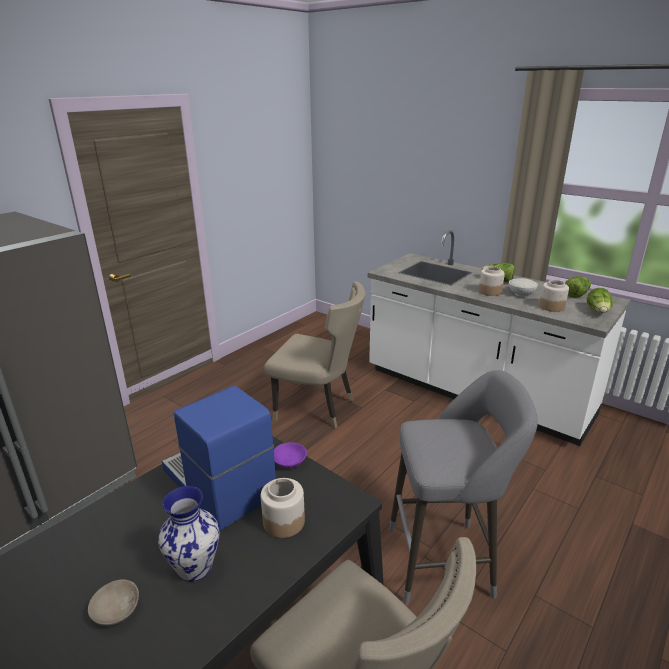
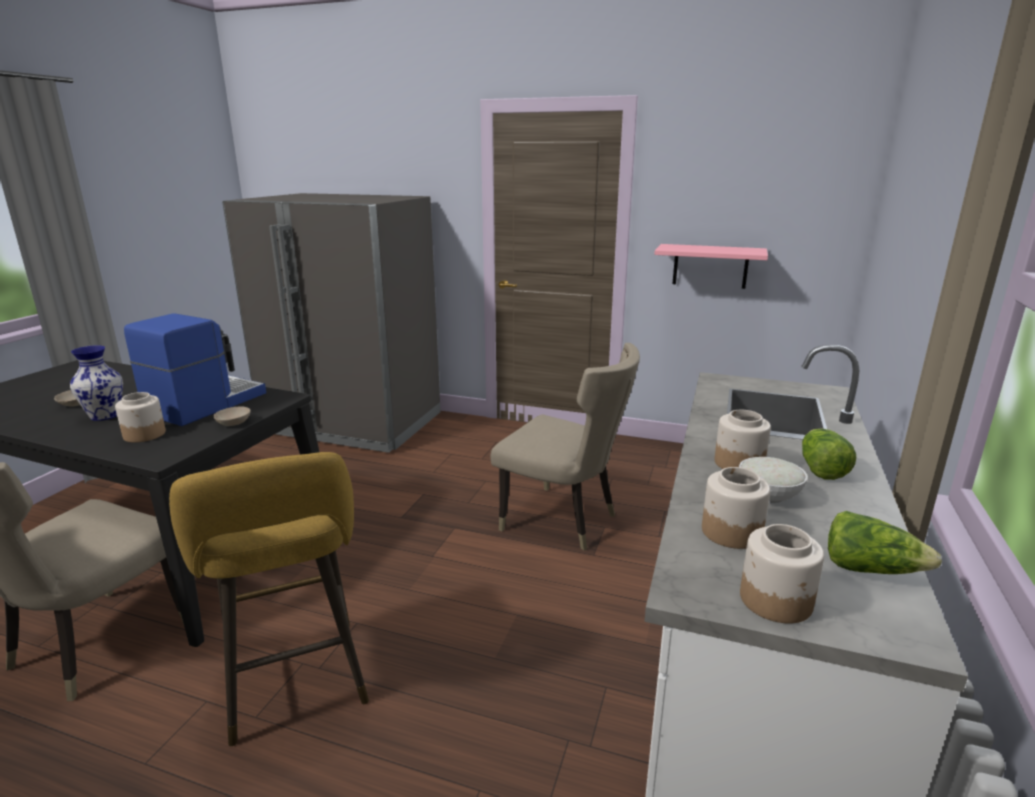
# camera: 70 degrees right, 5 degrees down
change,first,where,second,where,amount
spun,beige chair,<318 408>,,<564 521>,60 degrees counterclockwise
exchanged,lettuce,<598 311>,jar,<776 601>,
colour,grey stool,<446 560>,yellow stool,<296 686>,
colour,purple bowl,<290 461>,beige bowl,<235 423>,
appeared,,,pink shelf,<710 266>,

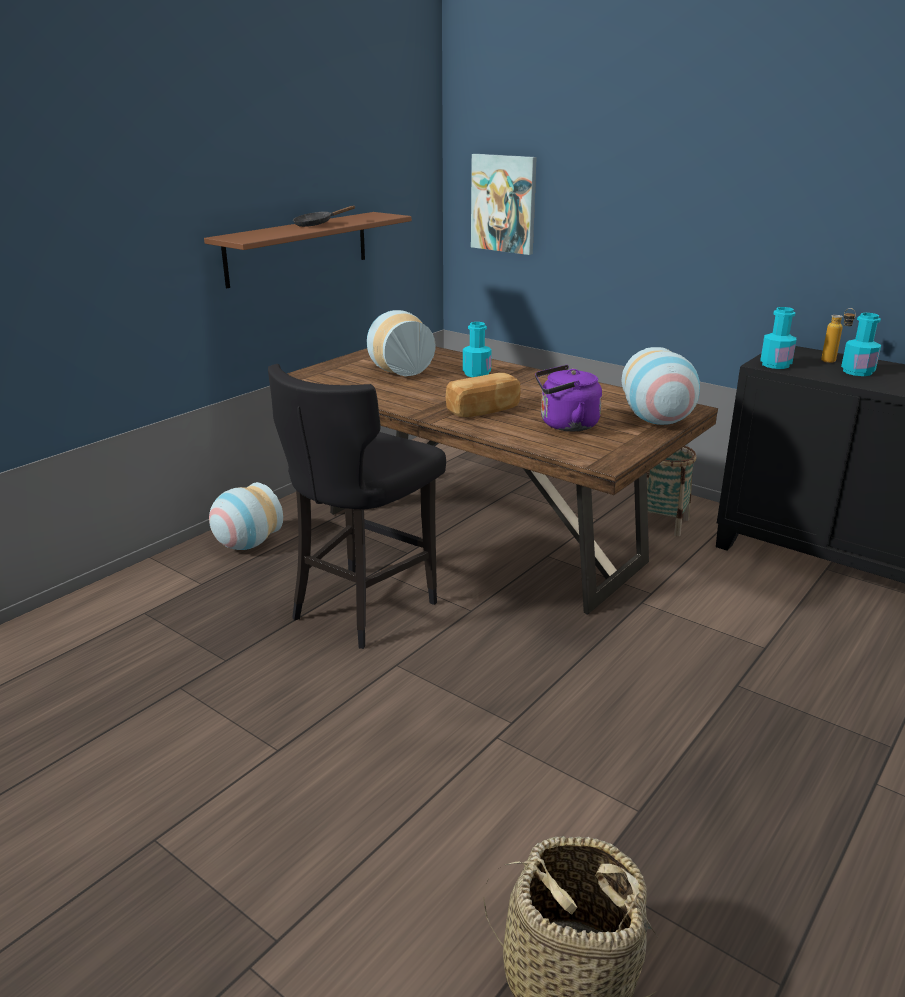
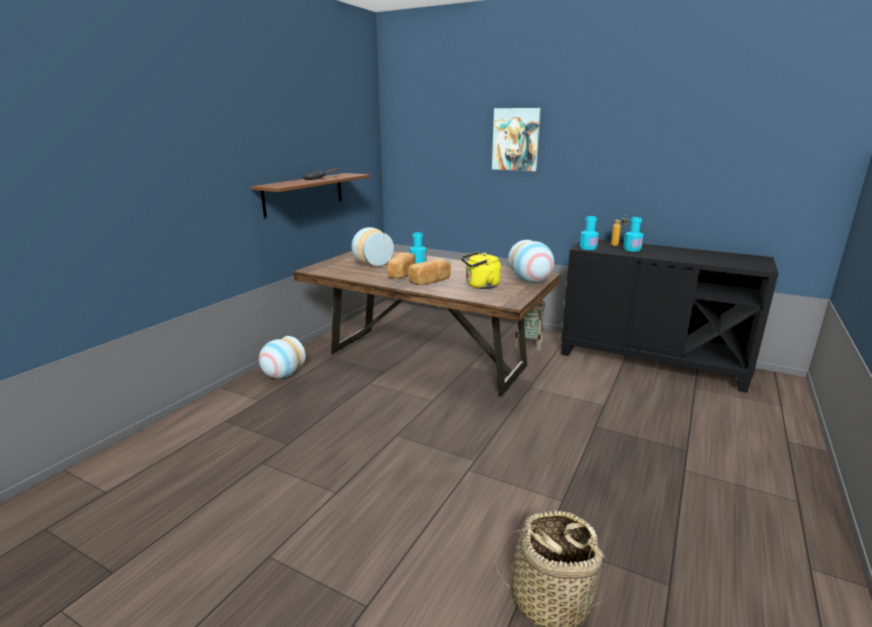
# camera: 10 degrees left, 5 degrees down
change,first,where,second,where,amount
relocated,picture,<504 203>,,<516 139>,
missing,black stool,<363 607>,,,
colour,purple kettle,<565 425>,yellow kettle,<480 286>,
appeared,,,bread,<403 274>,

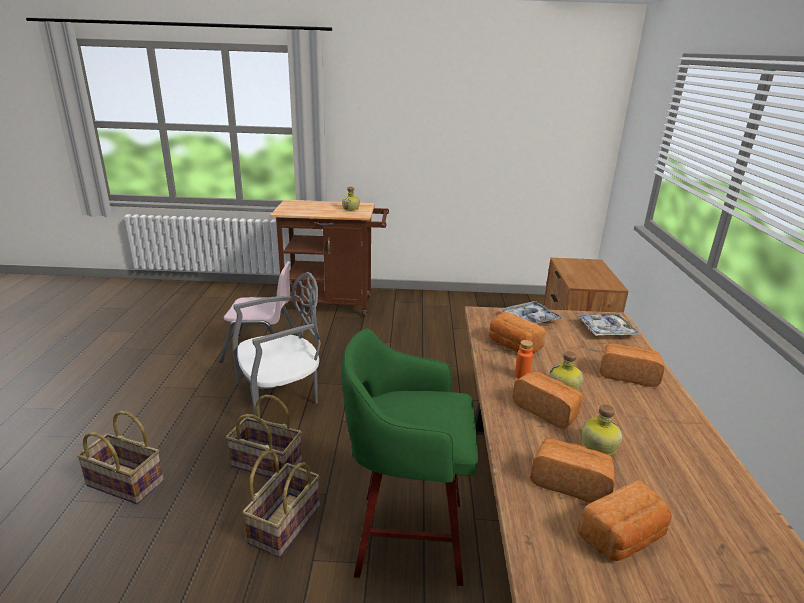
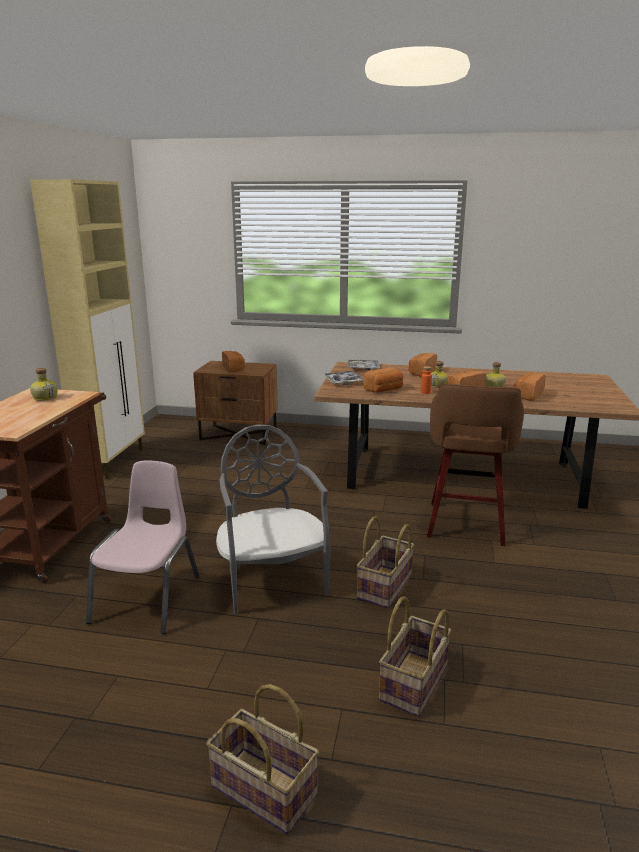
# camera: 80 degrees left, 5 degrees down
change,first,where,second,where,amount
colour,green stool,<405 536>,brown stool,<465 525>,
relocated,basket,<284 523>,,<262 791>,
relocated,bread,<623 538>,,<234 369>,
appeared,,,beige cabinet,<113 462>,

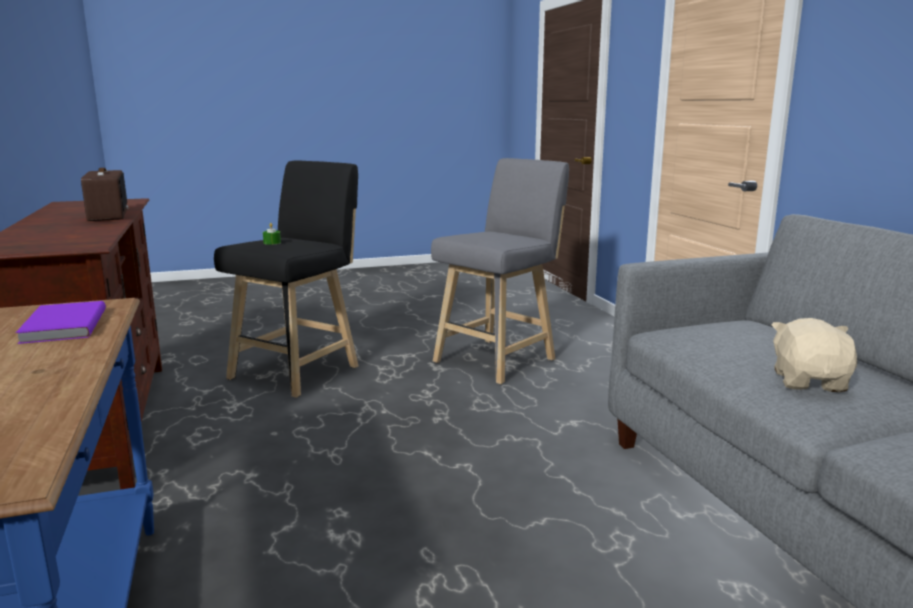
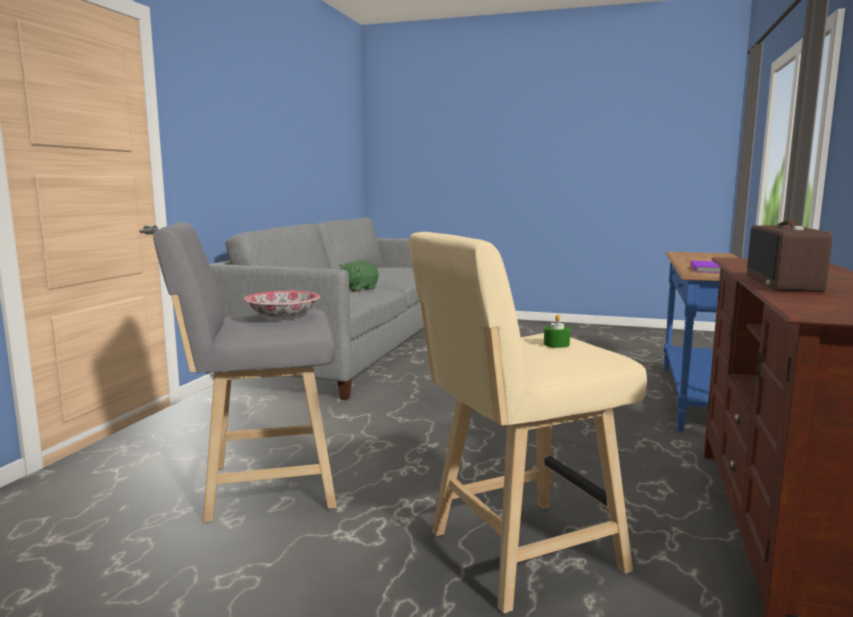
# camera: 145 degrees left, 5 degrees down
change,first,where,second,where,amount
colour,black stool,<299 371>,beige stool,<516 554>,
colour,beige plush toy,<810 382>,green plush toy,<357 289>,
appeared,,,bowl,<282 316>,

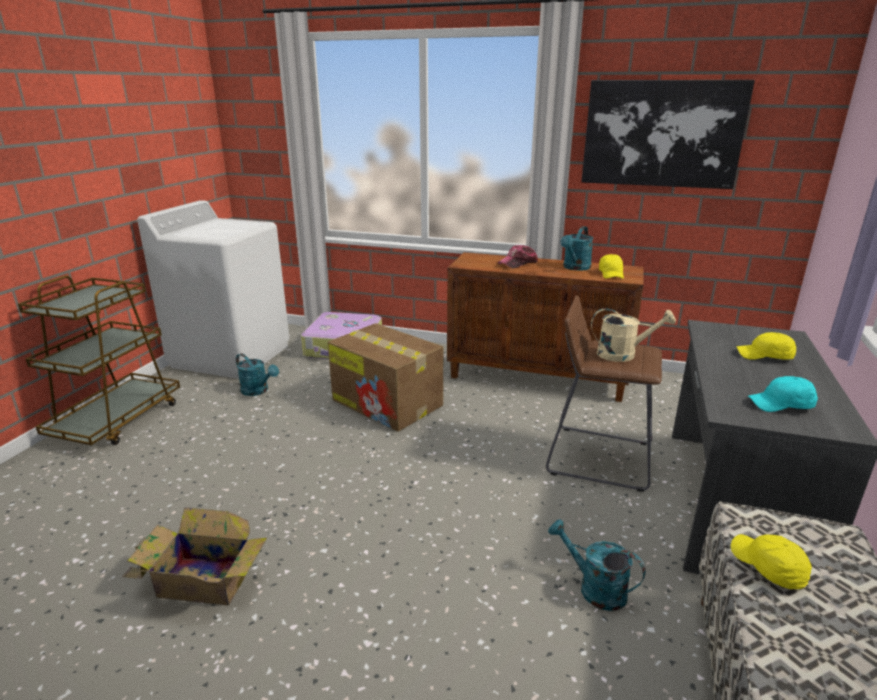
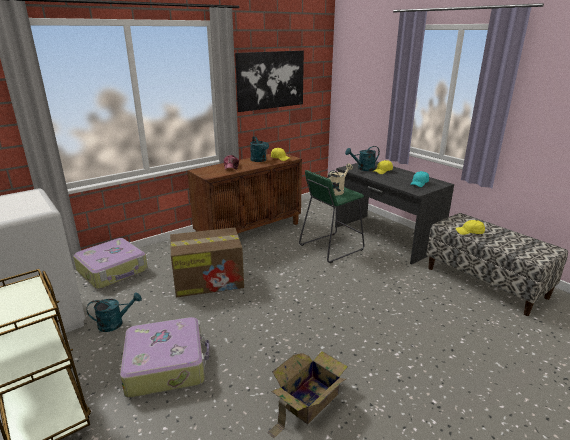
# camera: 55 degrees left, 0 degrees up
change,first,where,second,where,amount
colour,brown stool,<599 457>,green stool,<331 247>,
relocated,turquoise watering can,<594 588>,,<363 169>,
appeared,,,suitcase,<166 364>,

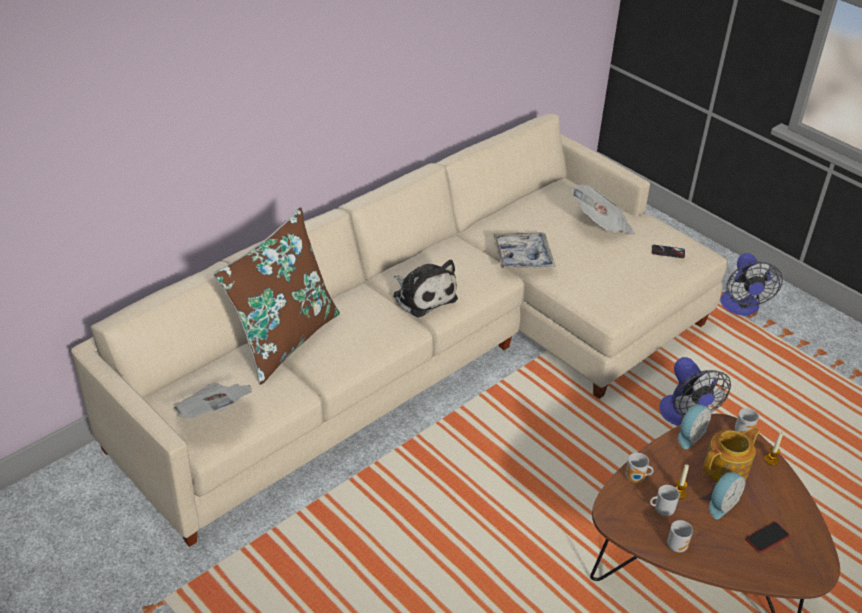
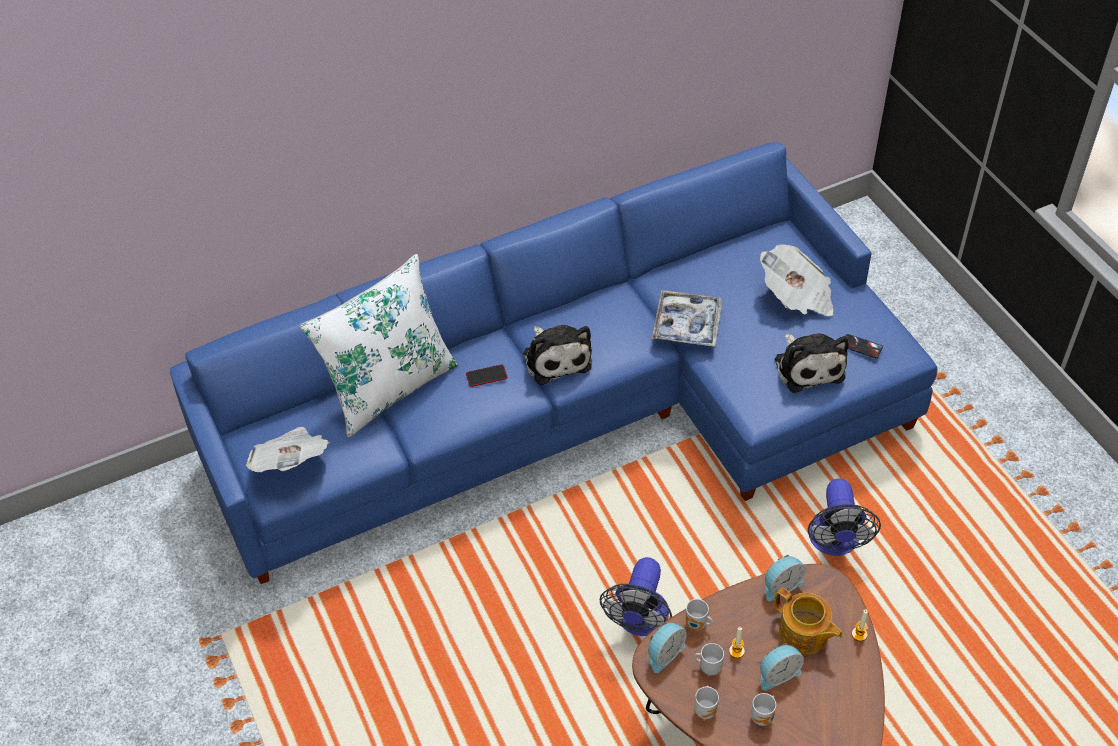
# camera: 20 degrees right, 10 degrees up
change,first,where,second,where,amount
colour,beige sofa,<431 351>,blue sofa,<581 405>,
colour,brown pillow,<283 339>,white pillow,<389 387>,
relocated,fan,<741 308>,,<640 622>,
relocated,mug,<744 432>,,<763 717>,
spun,teapot,<727 468>,,<804 634>,60 degrees clockwise
relocated,phone,<767 538>,,<486 376>,
appeared,,,plush toy,<808 366>,
appeared,,,alarm clock,<664 653>,

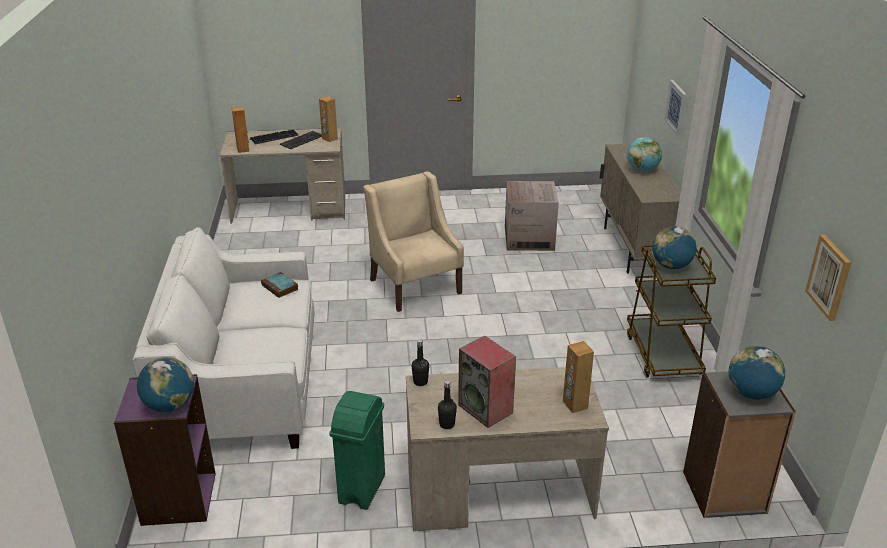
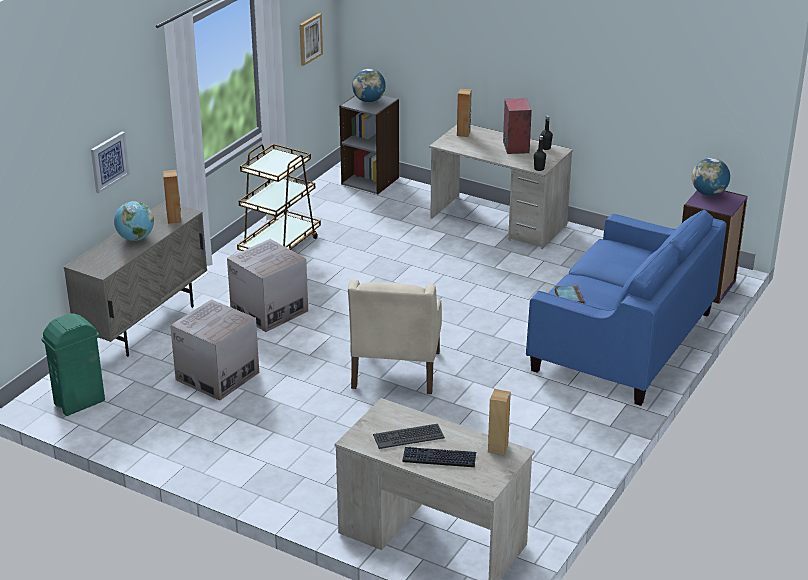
# camera: 145 degrees left, 0 degrees up
change,first,where,second,where,amount
relocated,brown speaker,<329 139>,,<174 219>,
colour,white sofa,<243 383>,blue sofa,<622 341>,
missing,globe,<671 266>,,,
relocated,green trash can,<361 489>,,<80 402>,
appeared,,,cardboard box,<269 311>,

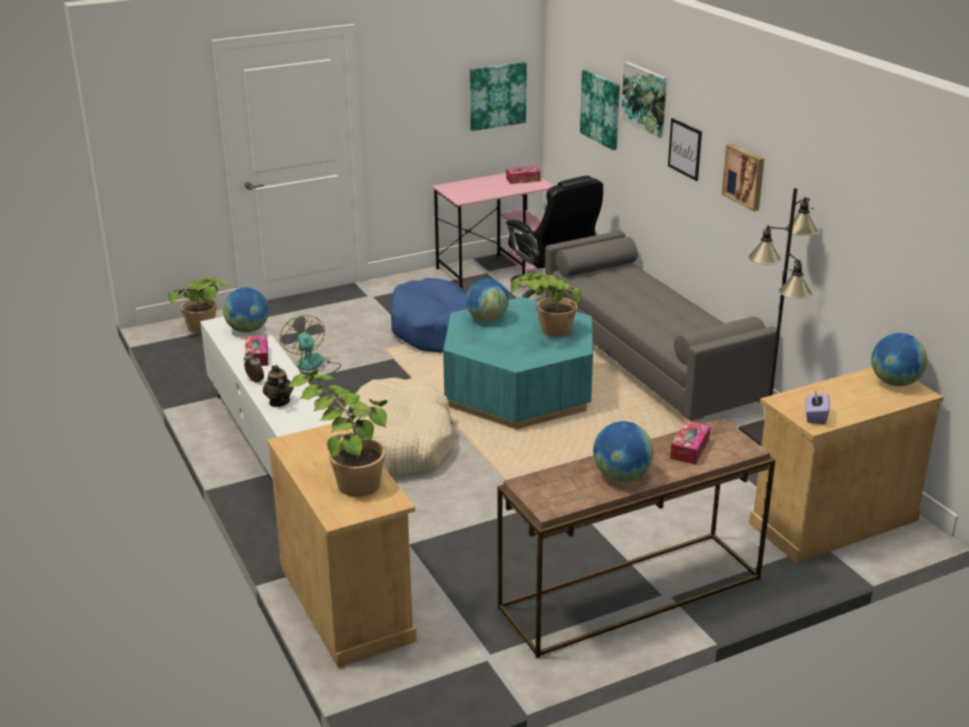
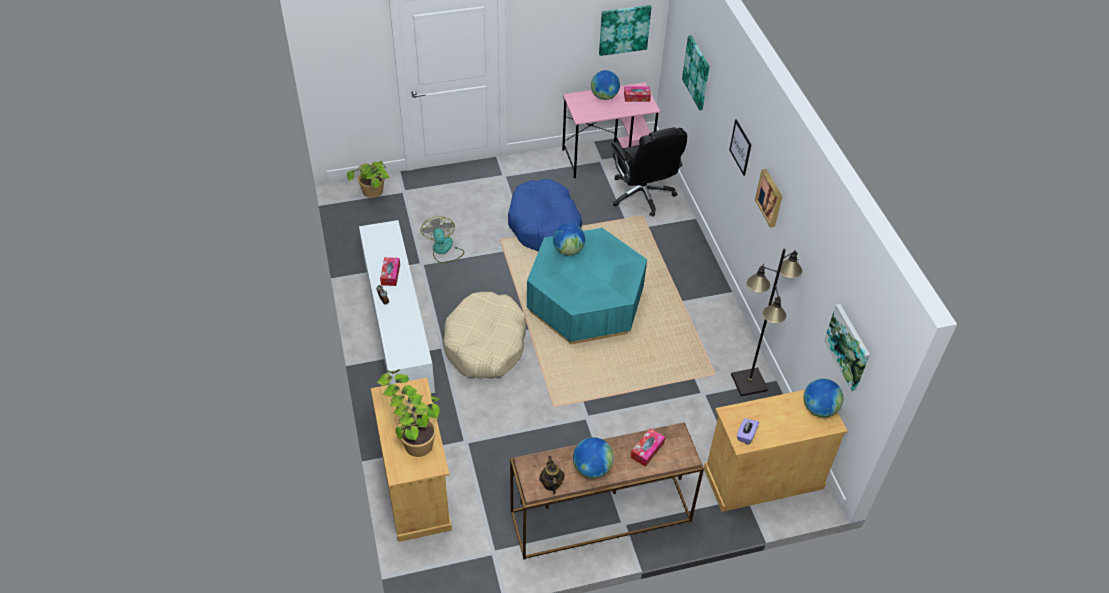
# camera: 10 degrees right, 20 degrees up
change,first,where,second,where,amount
relocated,picture,<645 99>,,<848 347>,
missing,grey sofa,<650 361>,,,
missing,potted plant,<544 335>,,,
relocated,globe,<247 330>,,<604 96>,
relocated,teapot,<279 402>,,<551 484>,

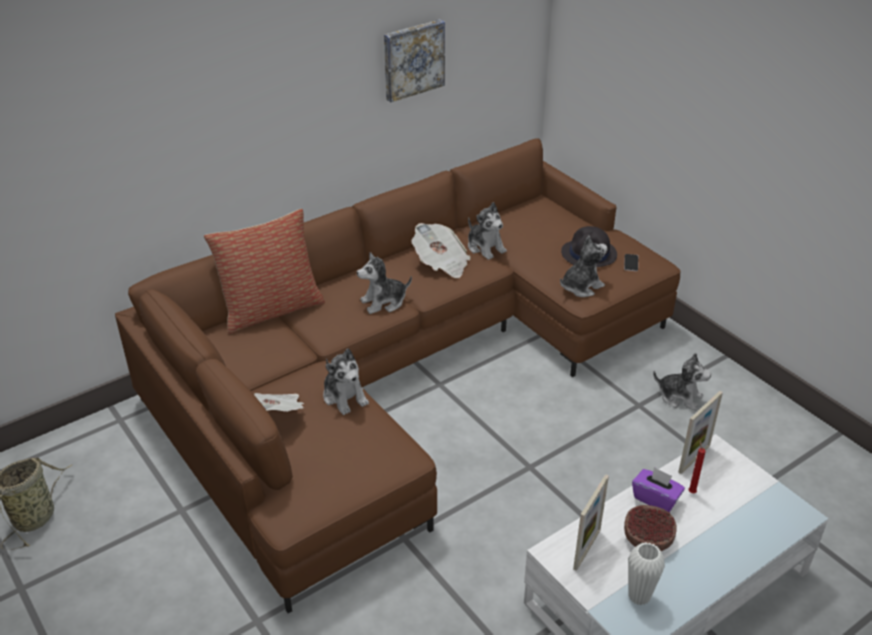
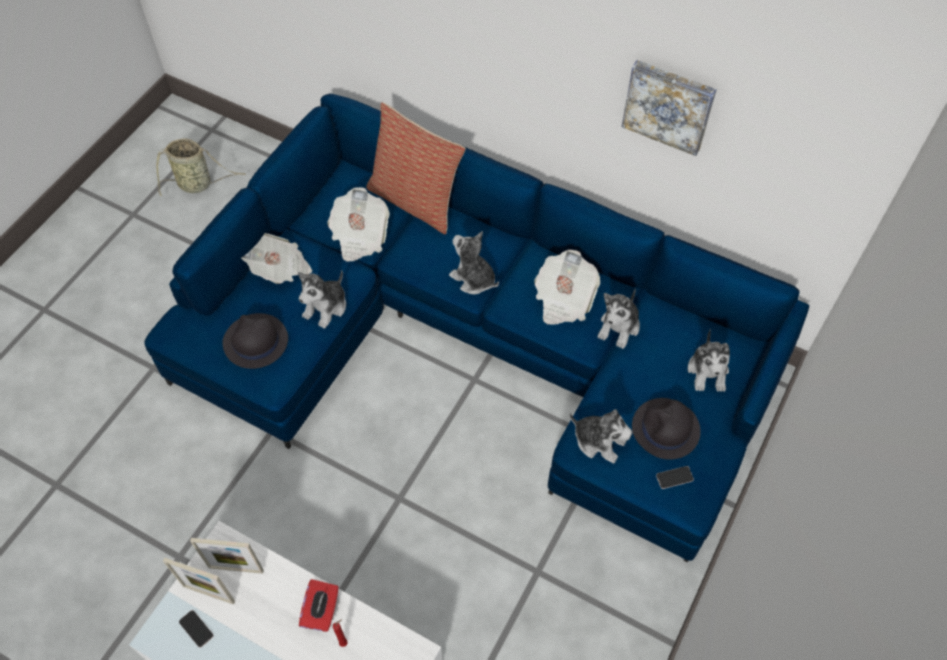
# camera: 65 degrees right, 20 degrees up
change,first,where,second,where,amount
colour,brown sofa,<401 372>,blue sofa,<473 342>,
relocated,plush toy,<679 397>,,<708 371>,
relocated,picture frame,<694 459>,,<209 594>,
colour,purple tissue box,<655 499>,red tissue box,<321 611>,
missing,bowl,<648 538>,,,
exchanged,white vase,<639 596>,phone,<196 629>,
appeared,,,newspaper,<359 236>,
appeared,,,black hat,<255 342>,

